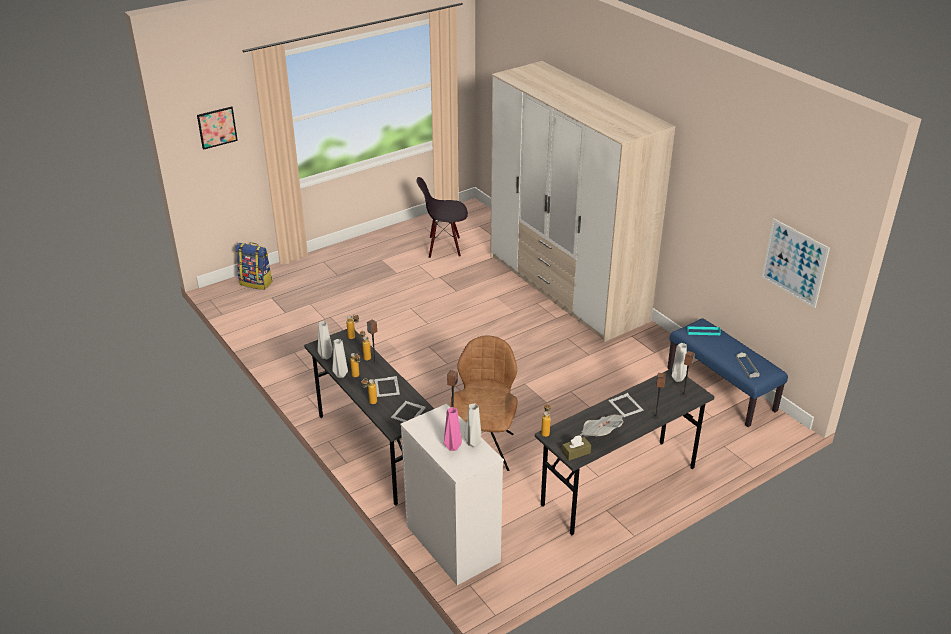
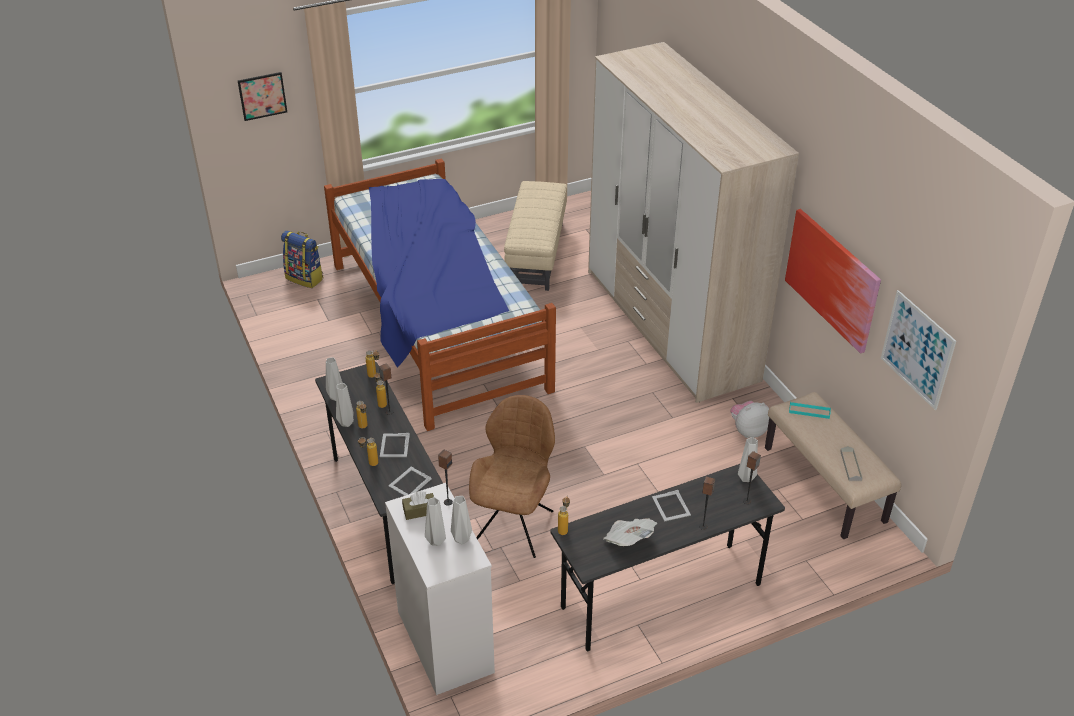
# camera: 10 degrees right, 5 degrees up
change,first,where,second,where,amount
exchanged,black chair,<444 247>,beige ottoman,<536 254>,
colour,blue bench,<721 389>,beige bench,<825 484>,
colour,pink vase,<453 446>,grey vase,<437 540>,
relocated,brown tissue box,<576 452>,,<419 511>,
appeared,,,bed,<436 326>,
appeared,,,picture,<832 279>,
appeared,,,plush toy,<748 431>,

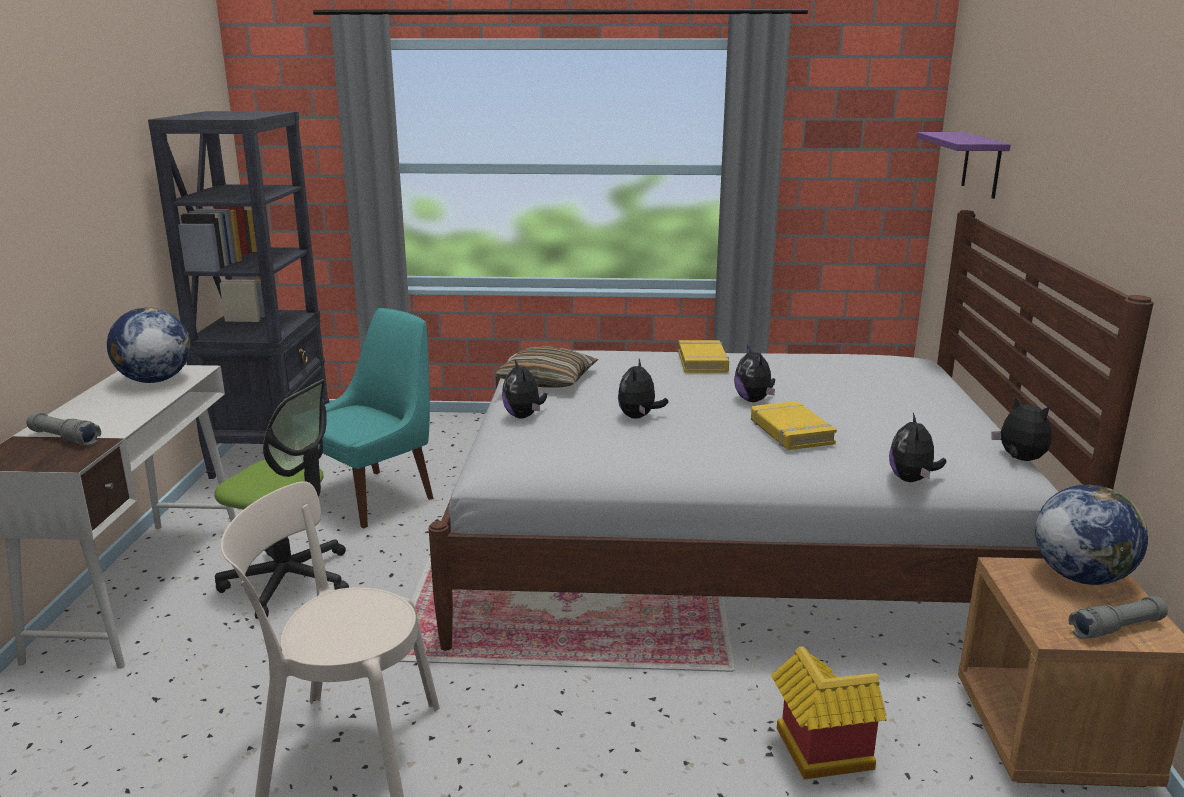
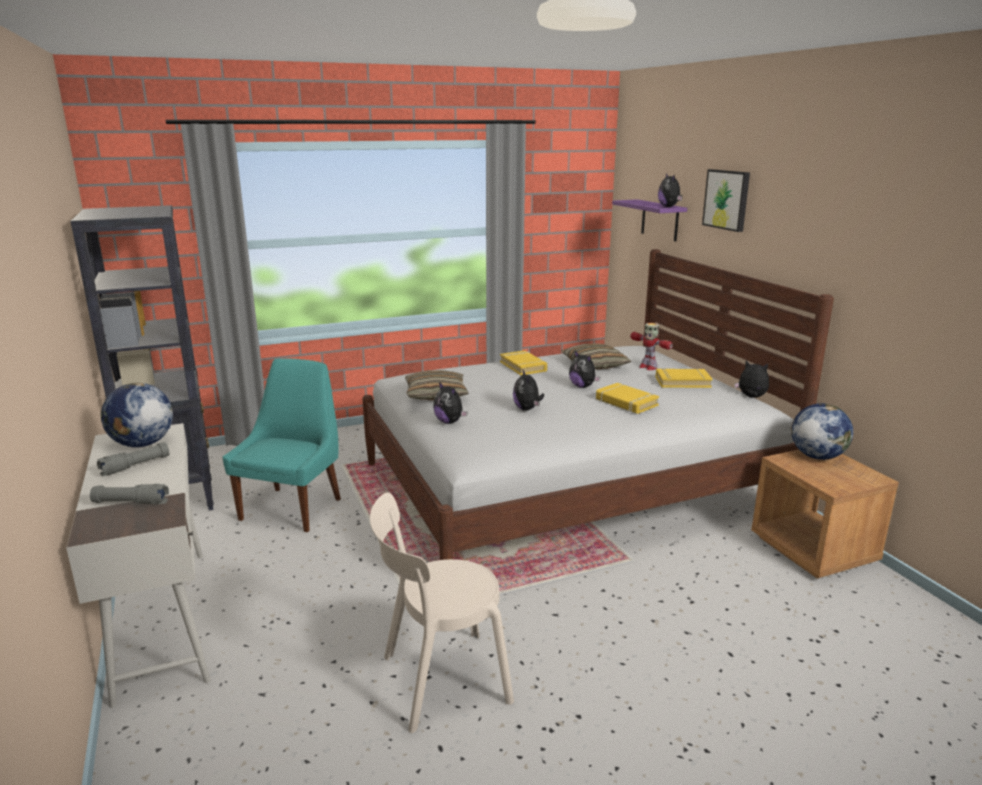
# camera: 25 degrees left, 0 degrees up
change,first,where,second,where,amount
missing,office chair,<289 581>,,,
relocated,plush toy,<912 480>,,<669 207>,
relocated,grey flashlight,<1116 628>,,<135 466>,
missing,toy house,<816 754>,,,
appeared,,,picture,<727 199>,
appeared,,,toy robot,<647 367>,
appeared,,,pillow,<595 365>,
appeared,,,yellow book,<682 382>,

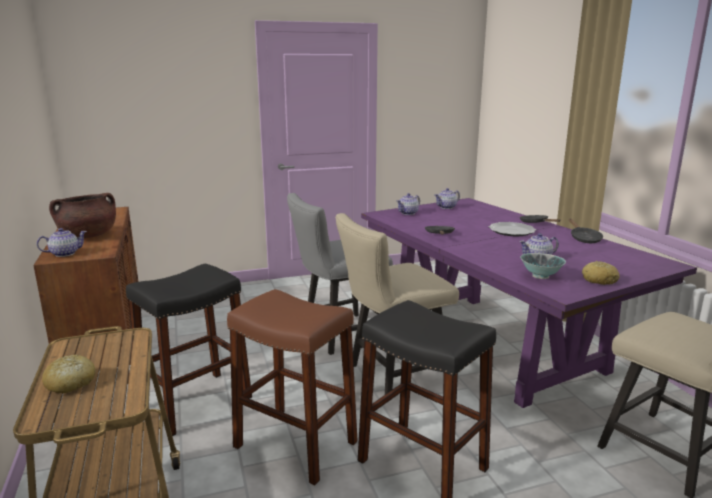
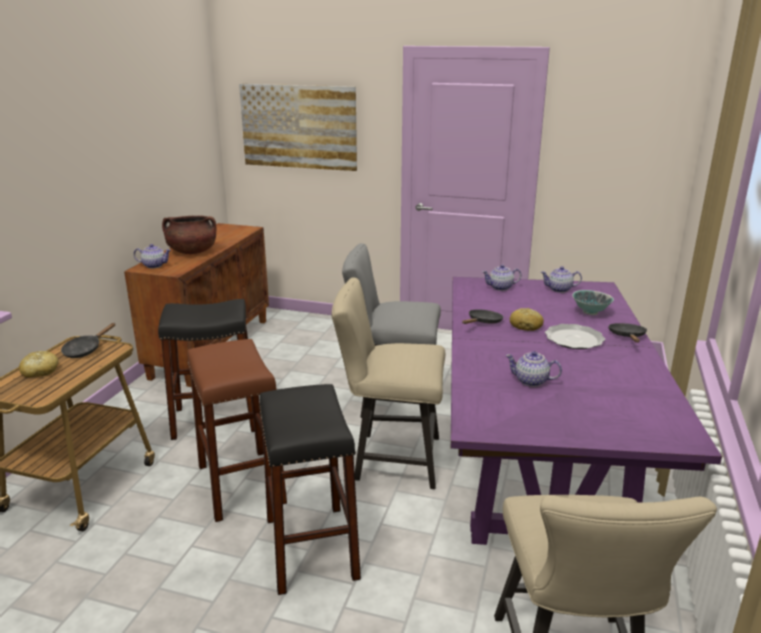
# camera: 35 degrees right, 5 degrees up
change,first,where,second,where,amount
relocated,black frying pan,<583 238>,,<85 350>,
relocated,bowl,<540 277>,,<590 313>,
relocated,bread,<599 280>,,<526 326>,
appeared,,,picture,<298 127>,

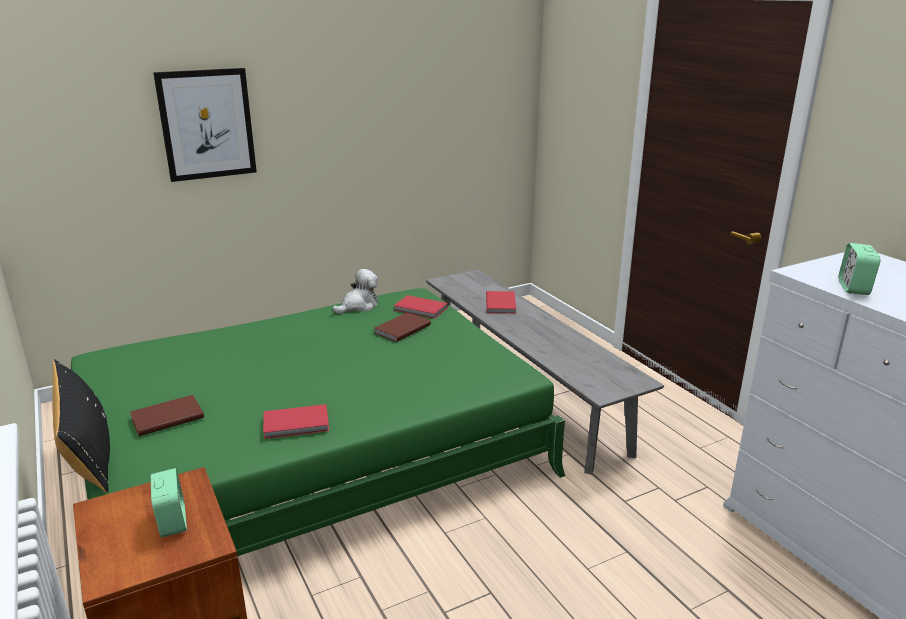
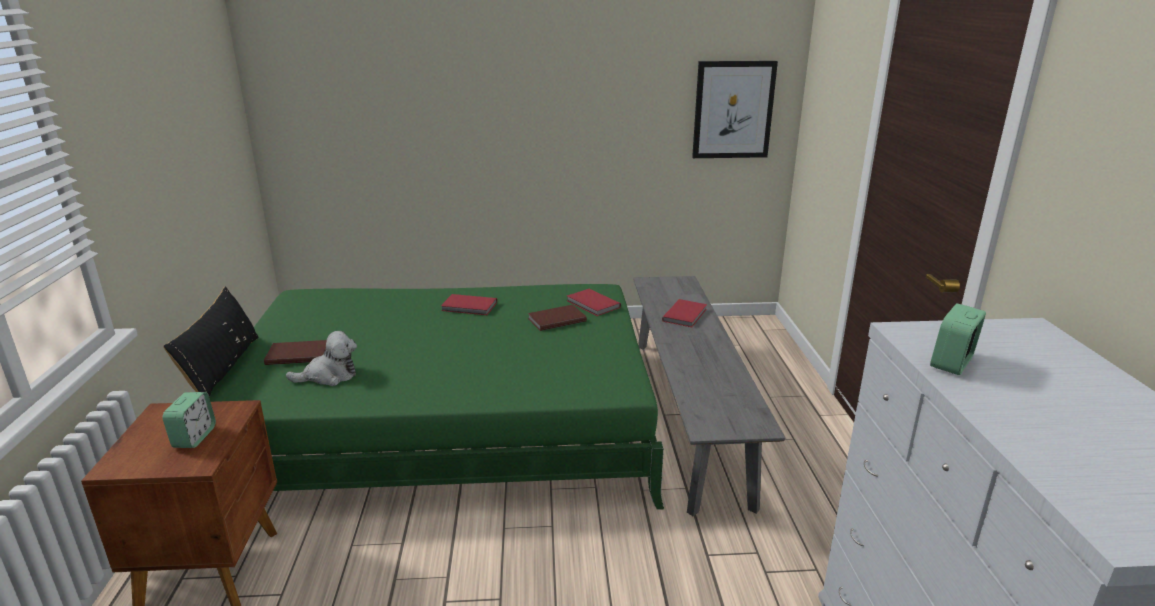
# camera: 25 degrees right, 0 degrees up
change,first,where,second,where,amount
relocated,picture,<207 124>,,<733 110>,
relocated,plush toy,<359 306>,,<329 376>,
relocated,red book,<297 424>,,<469 307>,

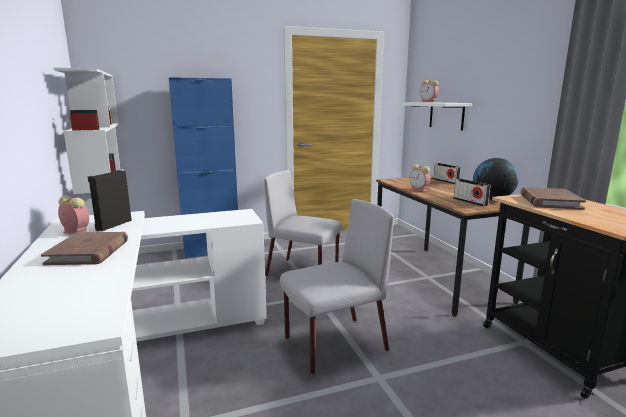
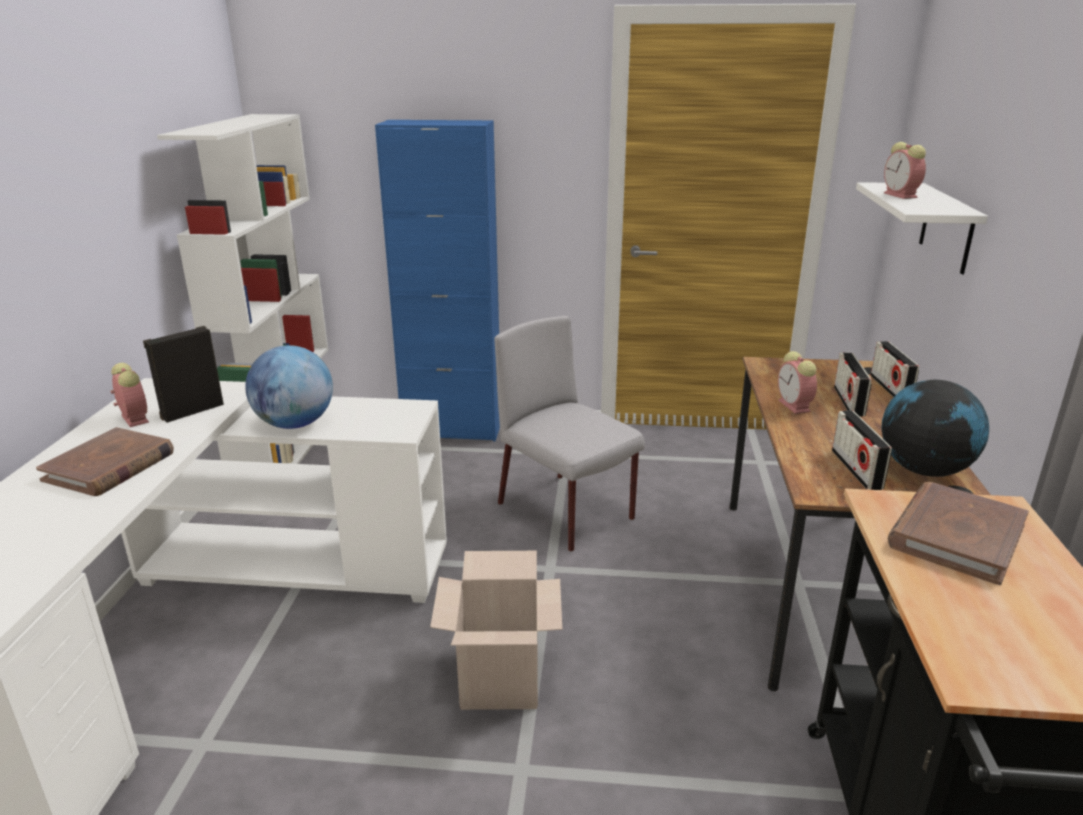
# camera: 25 degrees right, 10 degrees up
change,first,where,second,where,amount
exchanged,grey chair,<334 345>,cardboard box,<500 679>,
appeared,,,globe,<295 424>,
appeared,,,radio,<848 401>,

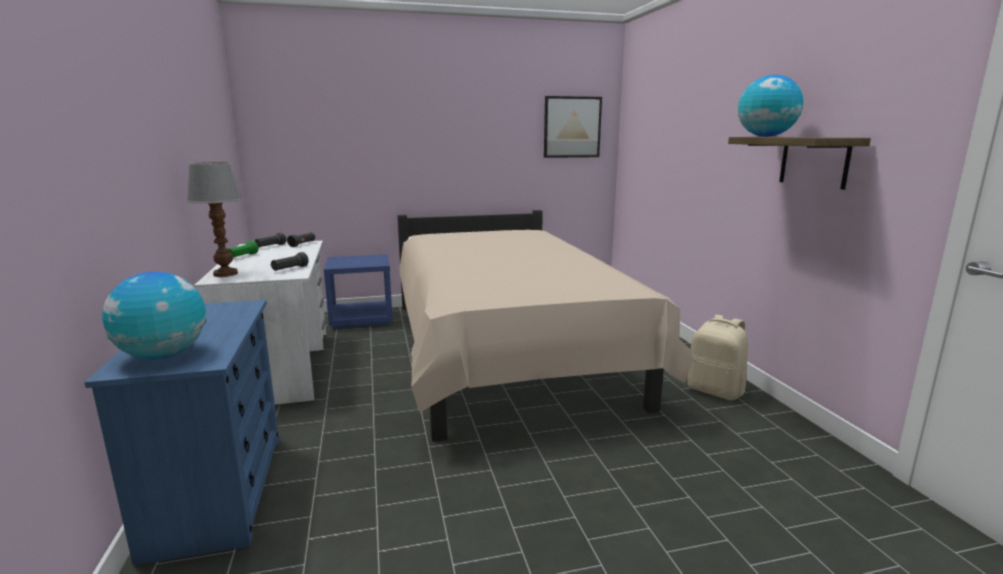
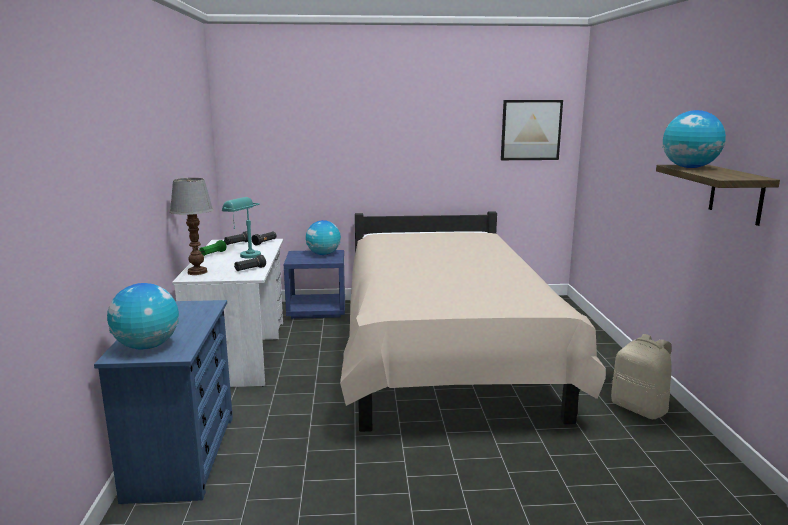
# camera: 10 degrees right, 0 degrees up
change,first,where,second,where,amount
appeared,,,turquoise table lamp,<244 255>,
appeared,,,globe,<323 254>,

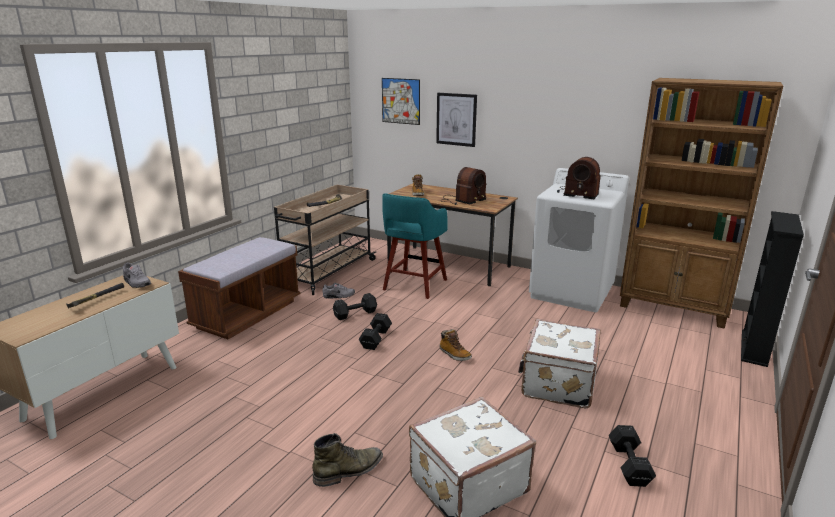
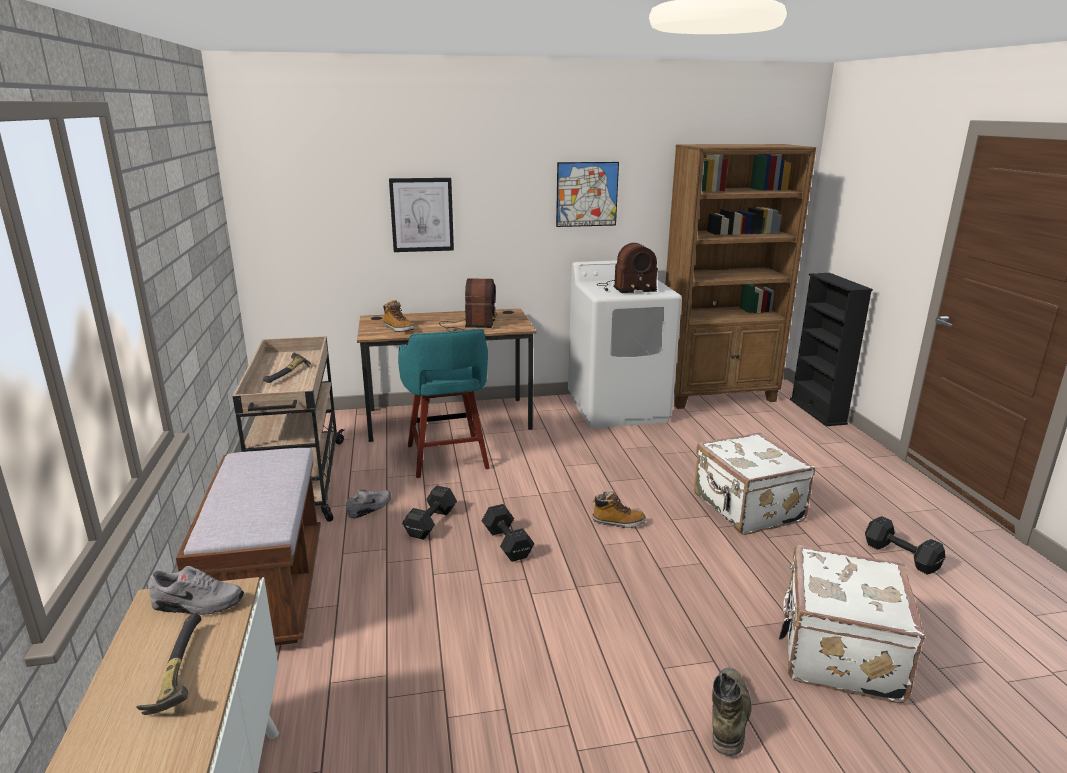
# camera: 40 degrees left, 0 degrees up
change,first,where,second,where,amount
relocated,picture,<401 101>,,<587 194>,

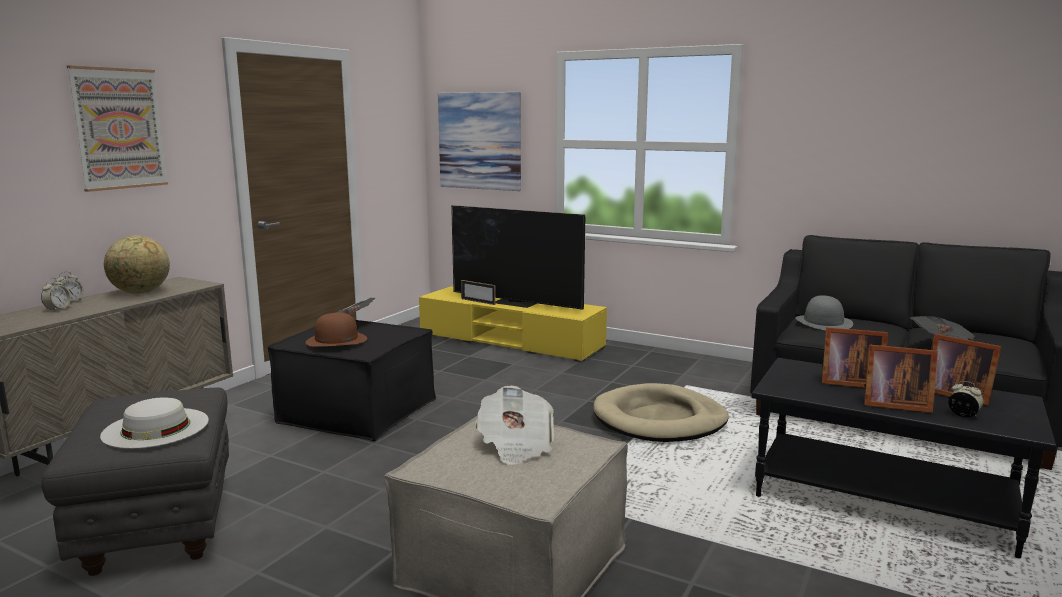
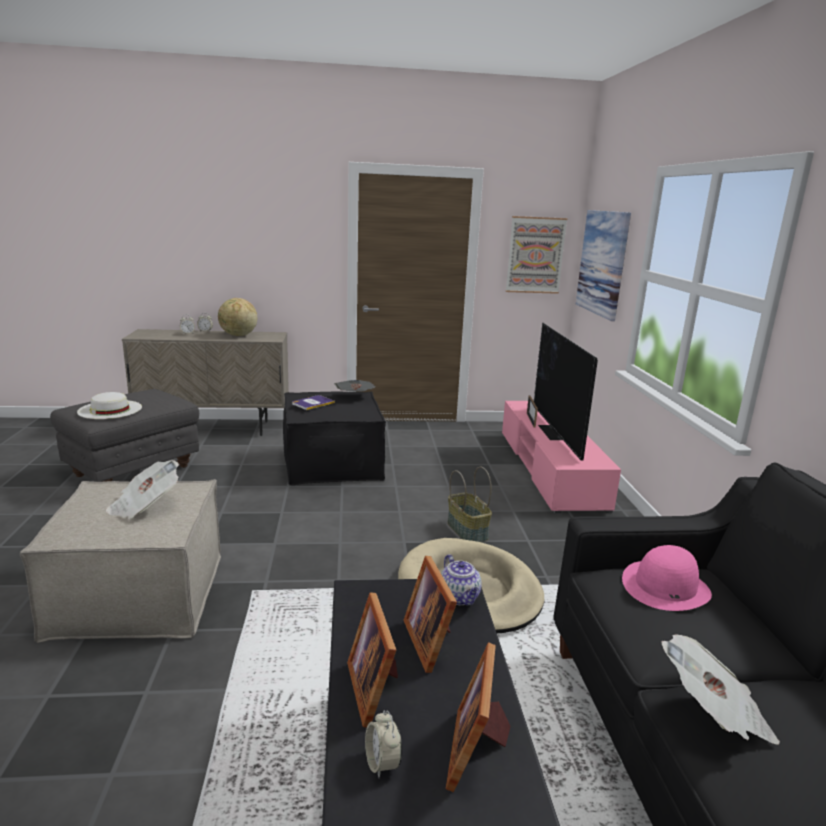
# camera: 55 degrees right, 5 degrees up
change,first,where,second,where,amount
relocated,picture,<119 128>,,<535 255>,
colour,yellow tv stand,<510 341>,pink tv stand,<550 468>,
colour,grey hat,<823 322>,pink hat,<665 587>,
exchanged,brown hat,<336 340>,book,<313 403>,
spun,alarm clock,<963 415>,,<382 763>,150 degrees clockwise
appeared,,,basket,<468 531>,
appeared,,,teapot,<460 597>,

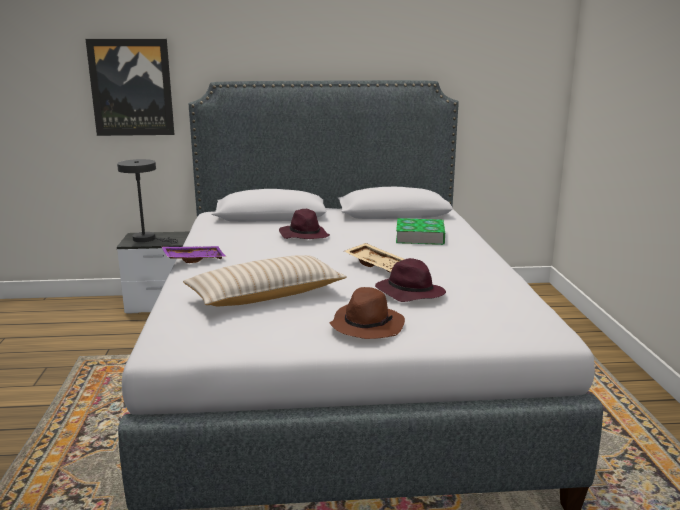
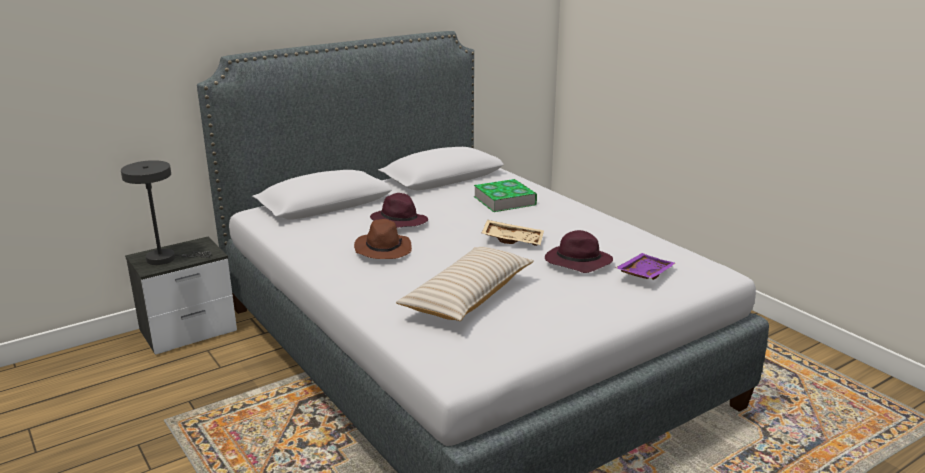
# camera: 30 degrees left, 5 degrees up
change,first,where,second,where,amount
missing,picture,<131 87>,,,
relocated,purple tray,<193 259>,,<644 274>,
relocated,brown hat,<366 326>,,<383 250>,

